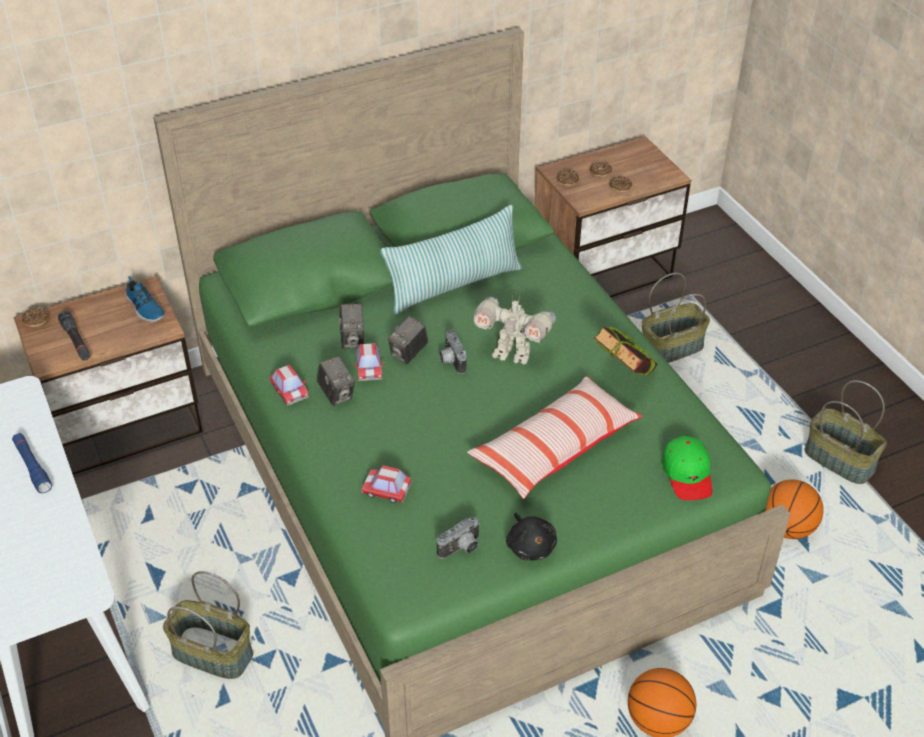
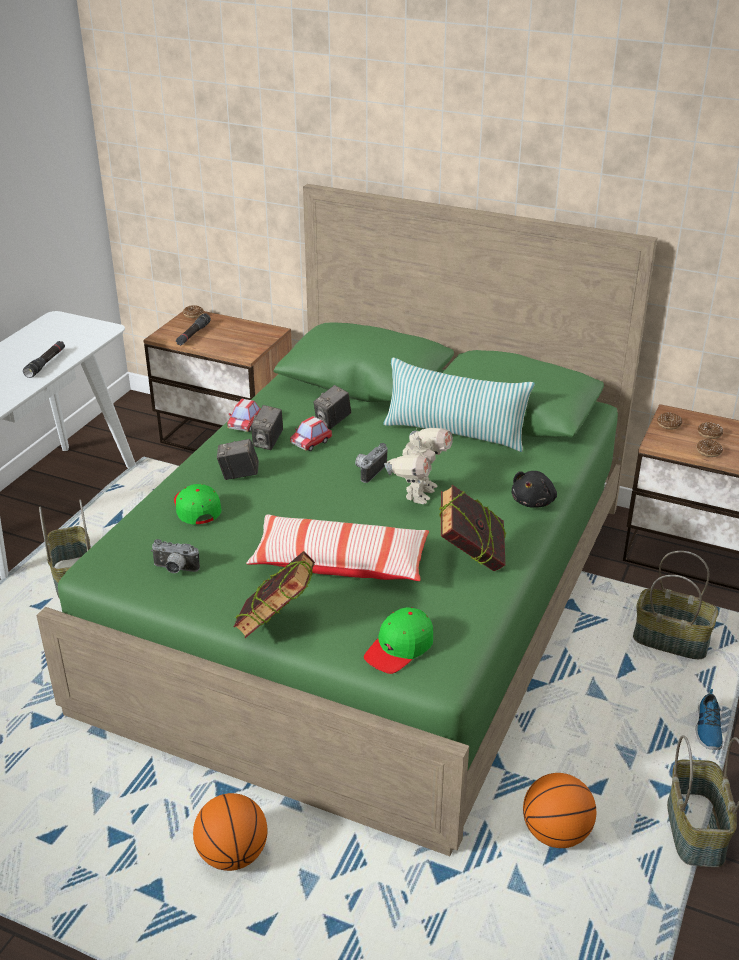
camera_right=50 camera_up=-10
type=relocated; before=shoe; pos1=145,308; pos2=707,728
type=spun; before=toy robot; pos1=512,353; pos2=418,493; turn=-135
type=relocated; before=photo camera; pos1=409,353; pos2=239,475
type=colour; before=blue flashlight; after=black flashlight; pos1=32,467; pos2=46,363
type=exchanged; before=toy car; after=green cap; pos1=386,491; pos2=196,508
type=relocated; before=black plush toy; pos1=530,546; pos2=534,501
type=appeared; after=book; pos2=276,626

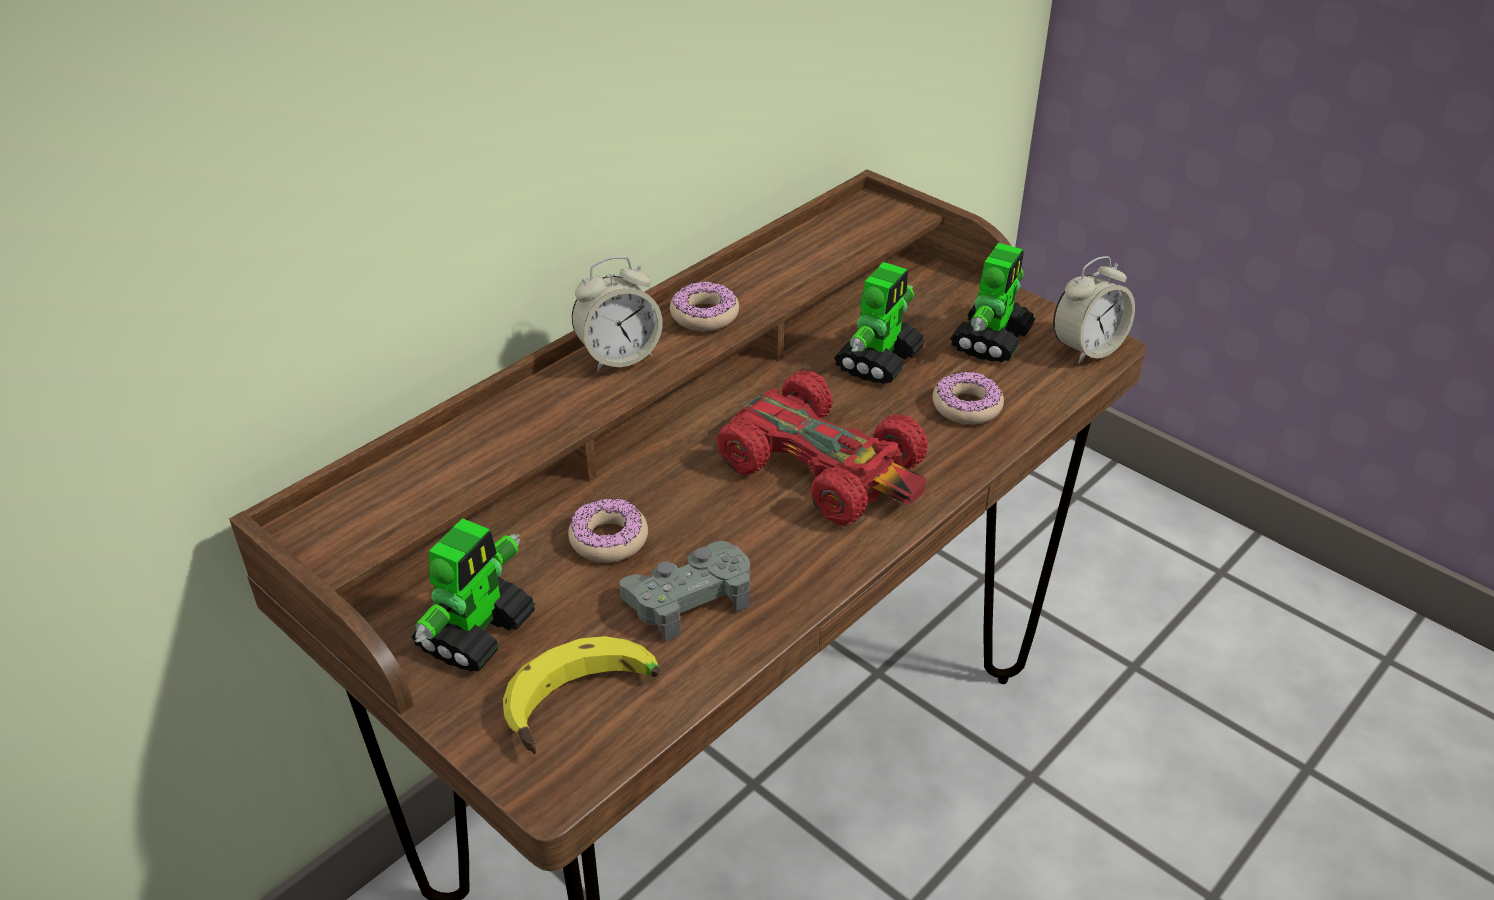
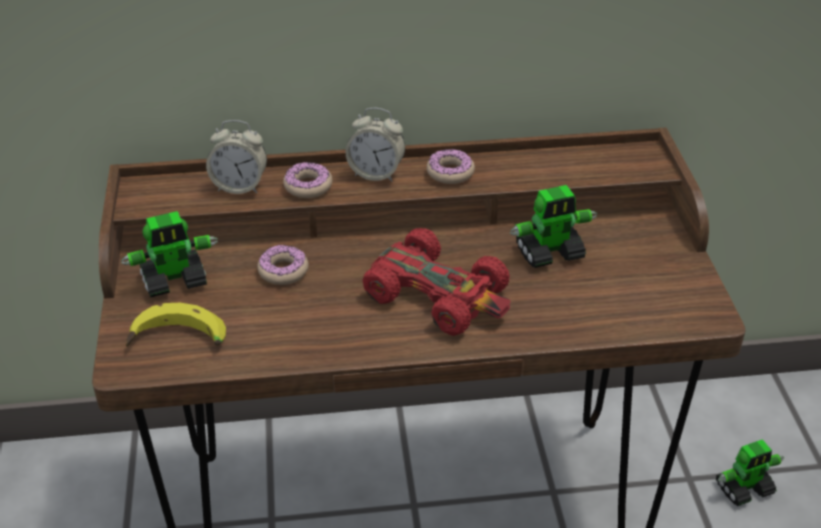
camera_right=40 camera_up=0
type=relocated; before=toy robot; pos1=991,339; pos2=745,488
type=relocated; before=alarm clock; pos1=1087,349; pos2=240,186
type=spun; before=red toy car; pos1=825,466; pos2=438,295; turn=-45
type=relocated; before=donut; pos1=967,406; pos2=308,186
type=missing; before=grey game controller; pos1=689,598

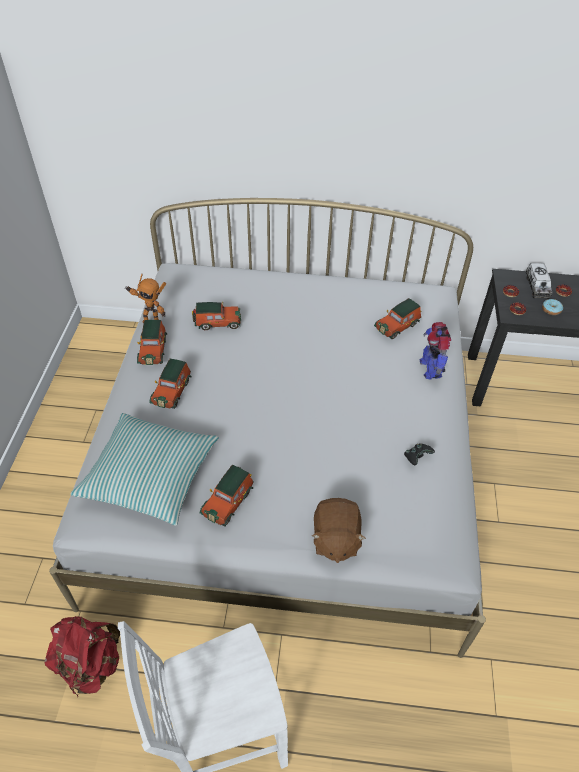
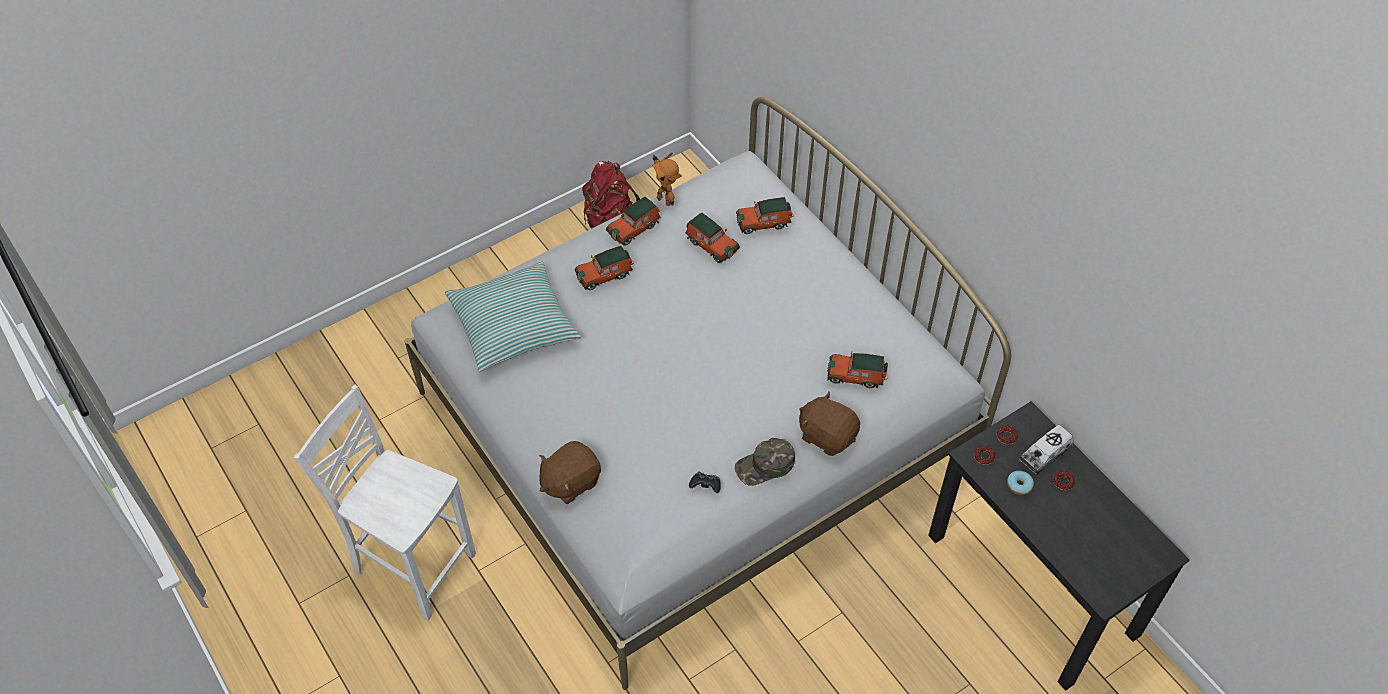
camera_right=50 camera_up=5
type=exchanged; before=toy robot; after=brown plush toy; pos1=431,368; pos2=827,435
type=relocated; before=toy car; pos1=229,501; pos2=764,222
type=relocated; before=red backpack; pos1=90,664; pos2=610,219
type=appeared; after=green cap; pos2=765,466

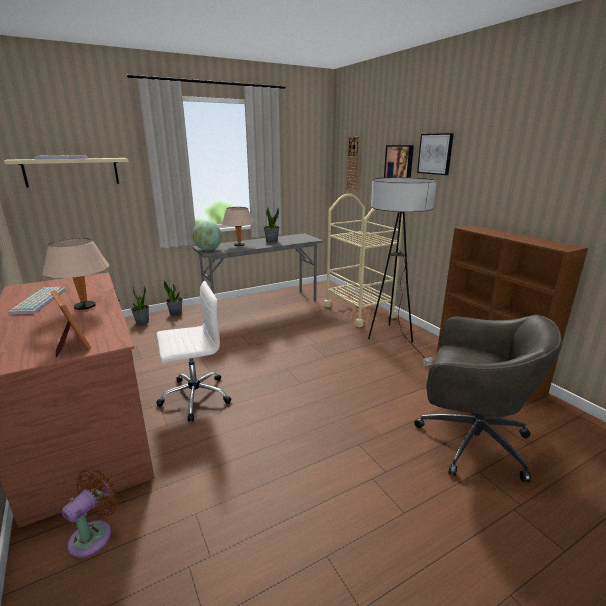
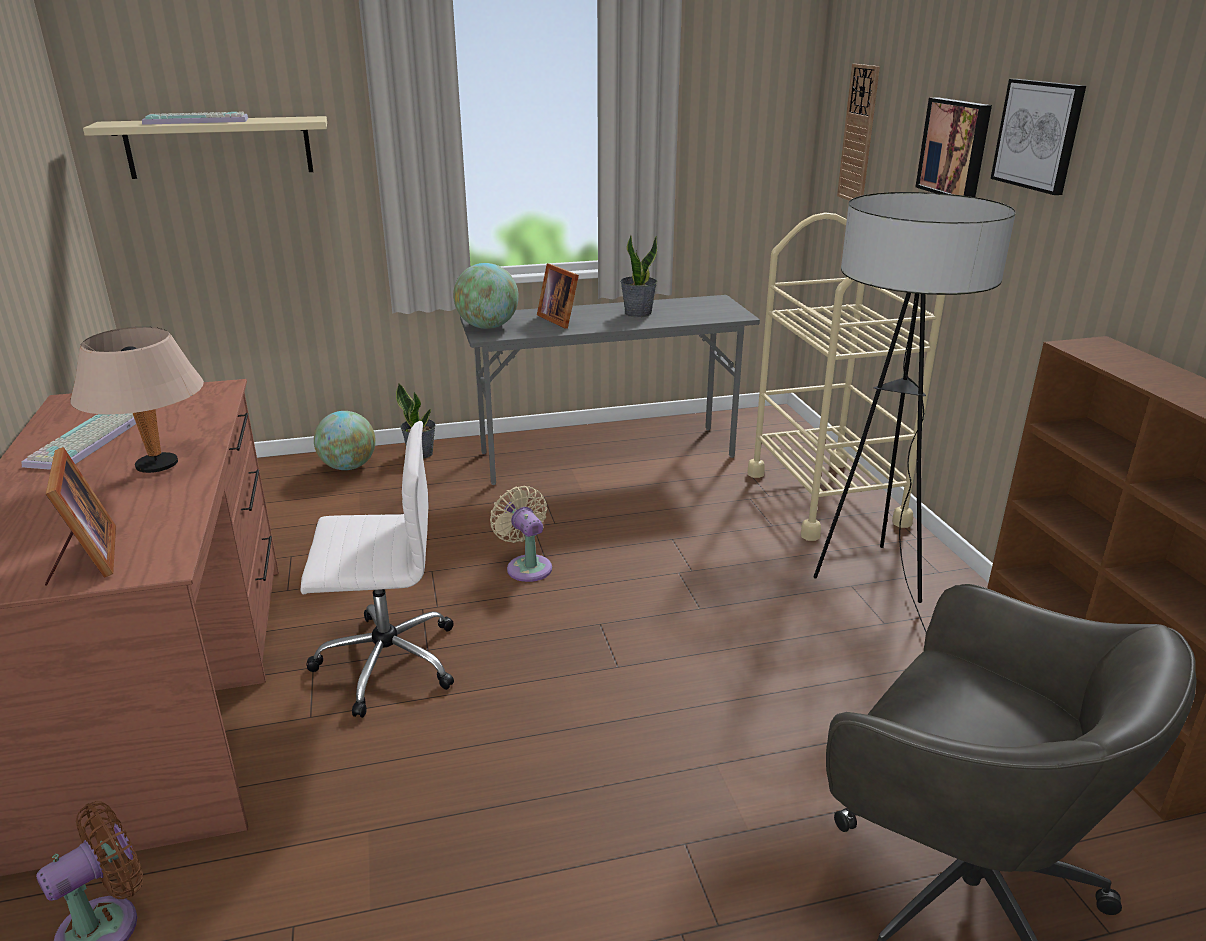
camera_right=15 camera_up=5
type=exchanged; before=beige table lamp; after=picture frame; pos1=239,245; pos2=560,319
type=exchanged; before=potted plant; after=globe; pos1=142,322; pos2=348,467
type=appeared; after=beige fan; pos2=527,566

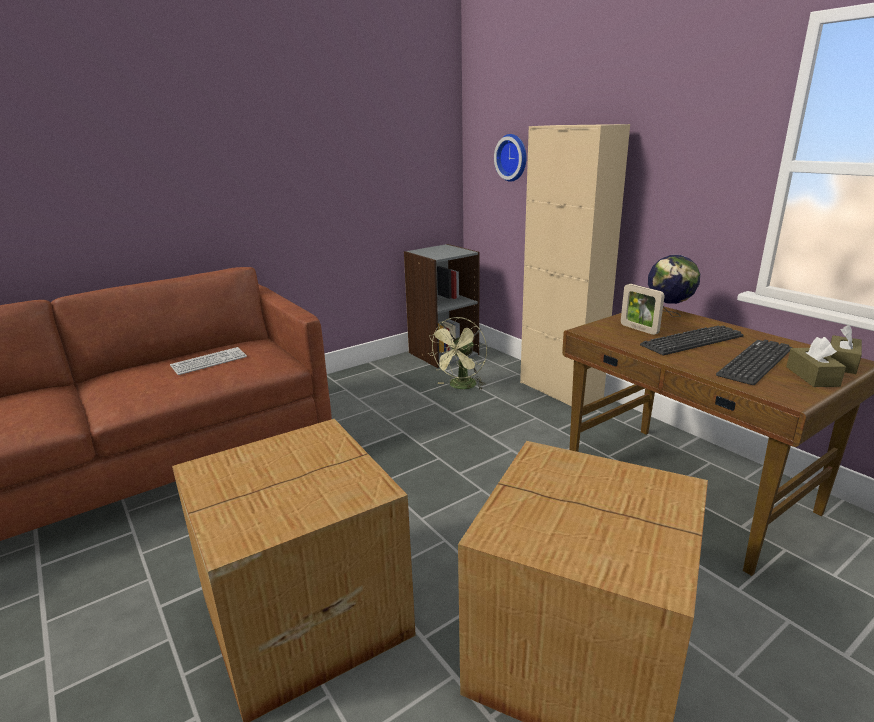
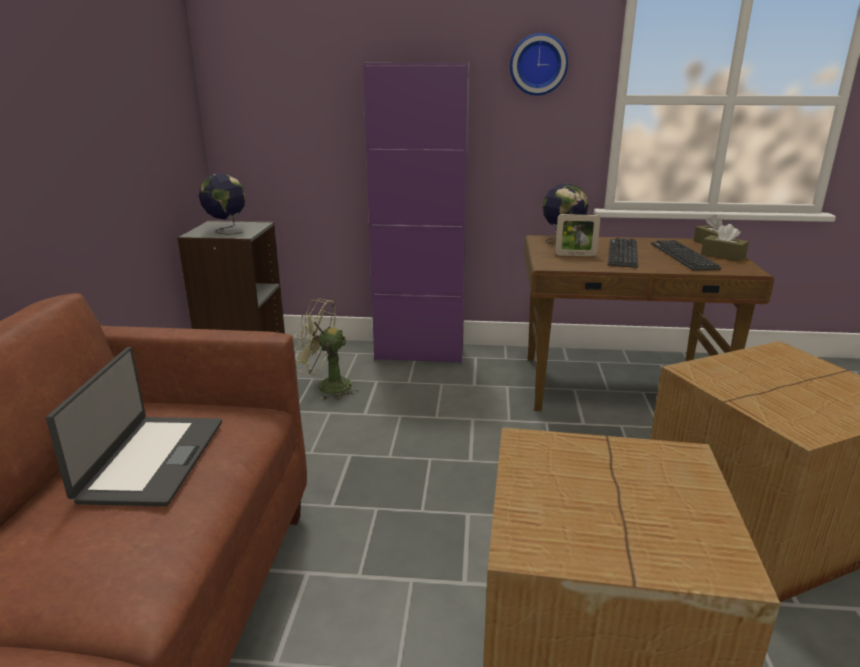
camera_right=-50 camera_up=0
type=colour; before=beige cabinet; after=purple cabinet; pos1=560,391; pos2=419,353
type=relocated; before=wall clock; pos1=513,157; pos2=538,64
type=spun; before=green fan; pos1=461,387; pos2=326,386; turn=120
type=exchanged; before=keyboard; after=laptop; pos1=209,362; pos2=151,459
type=appeared; after=globe; pos2=226,230

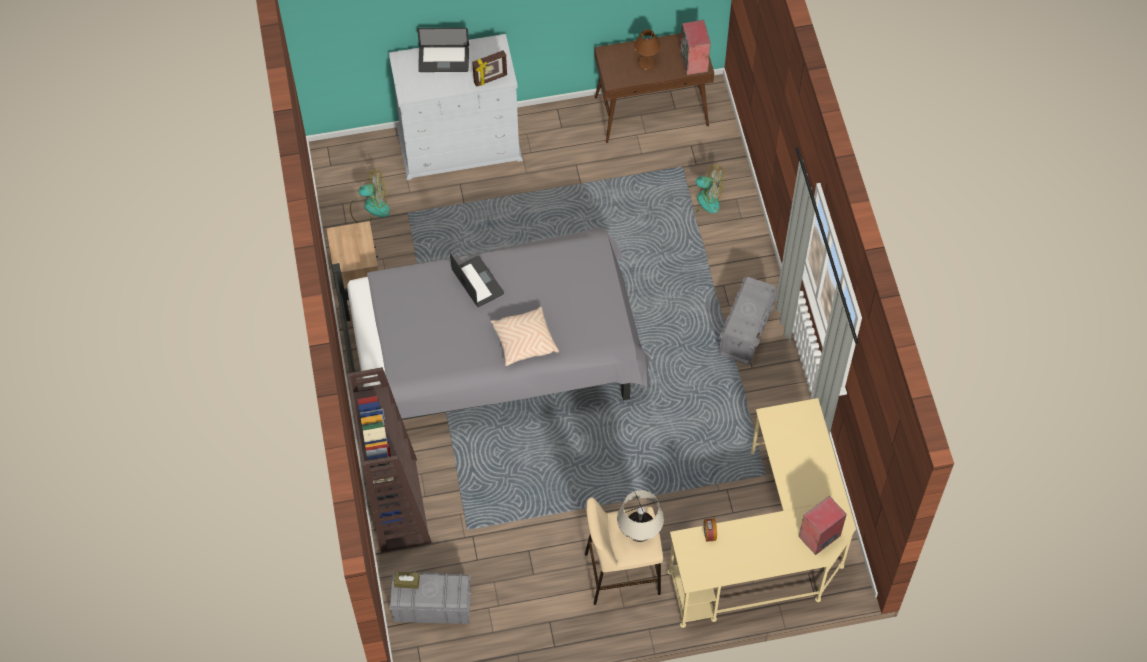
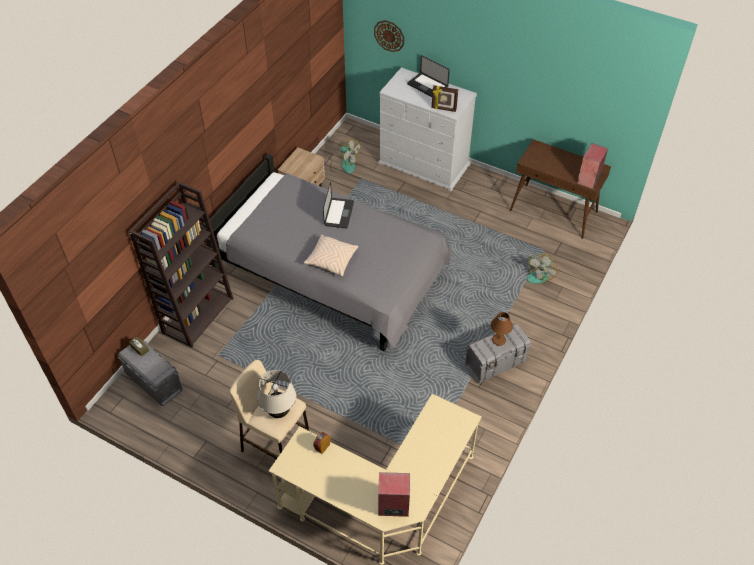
camera_right=40 camera_up=-10
type=relocated; before=brown table lamp; pos1=646,63; pos2=499,340
type=spun; before=fan; pos1=702,199; pos2=539,274; turn=60
type=appeared; after=wall clock; pos2=389,35

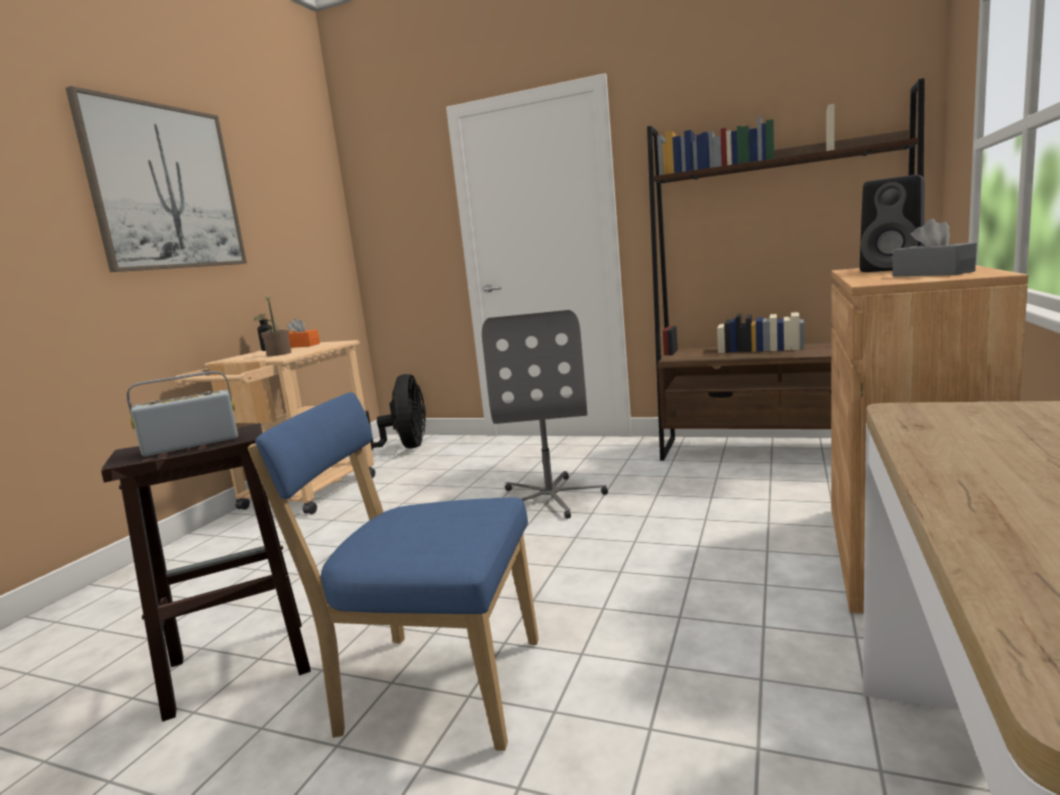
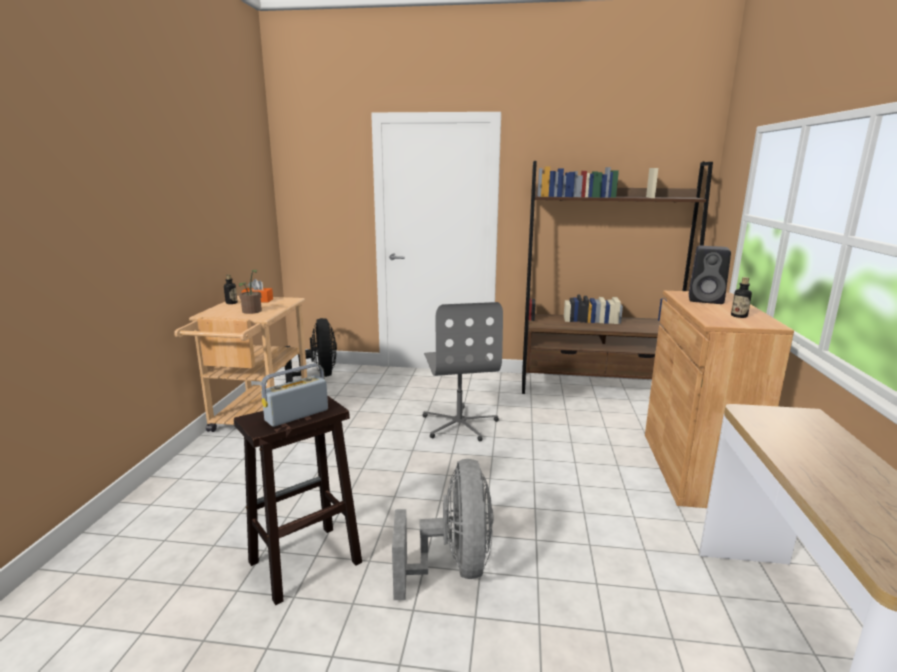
camera_right=-15 camera_up=5
type=missing; before=picture; pos1=165,188
type=exchanged; before=grey tissue box; after=bottle; pos1=932,274; pos2=739,316
type=exchanged; before=blue chair; after=grey fan; pos1=433,686; pos2=453,567

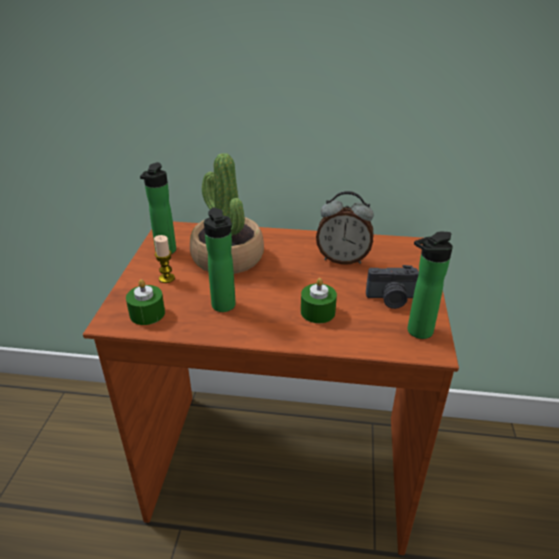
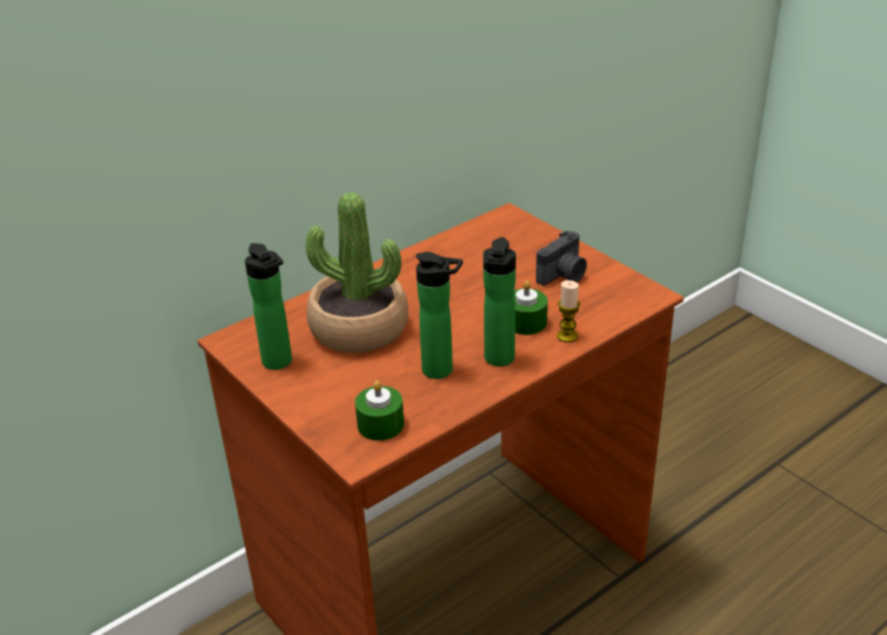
camera_right=-45 camera_up=0
type=missing; before=alarm clock; pos1=343,259
type=relocated; before=bottle; pos1=416,332; pos2=498,361
type=relocated; before=candle; pos1=166,278; pos2=567,336

